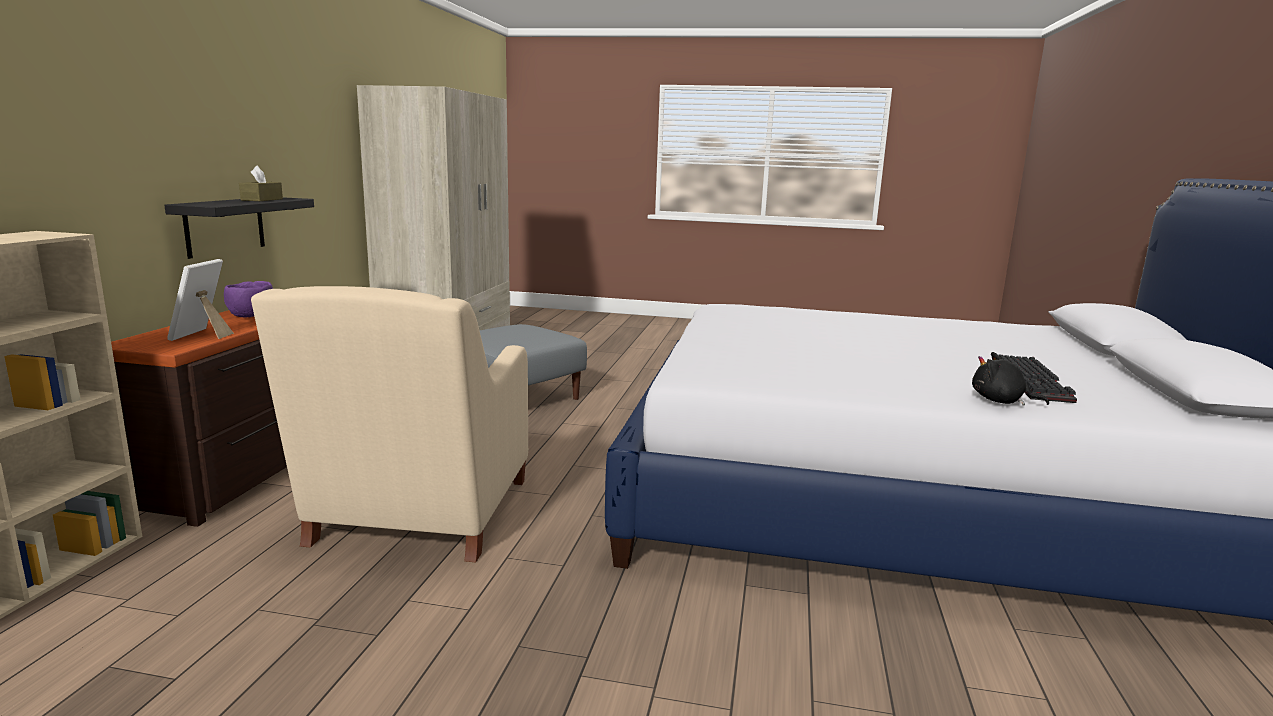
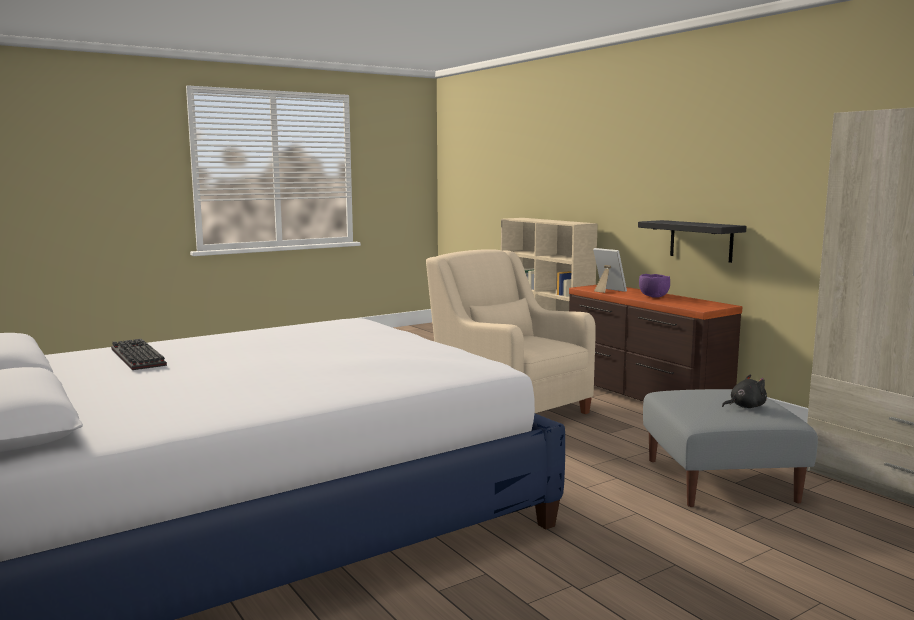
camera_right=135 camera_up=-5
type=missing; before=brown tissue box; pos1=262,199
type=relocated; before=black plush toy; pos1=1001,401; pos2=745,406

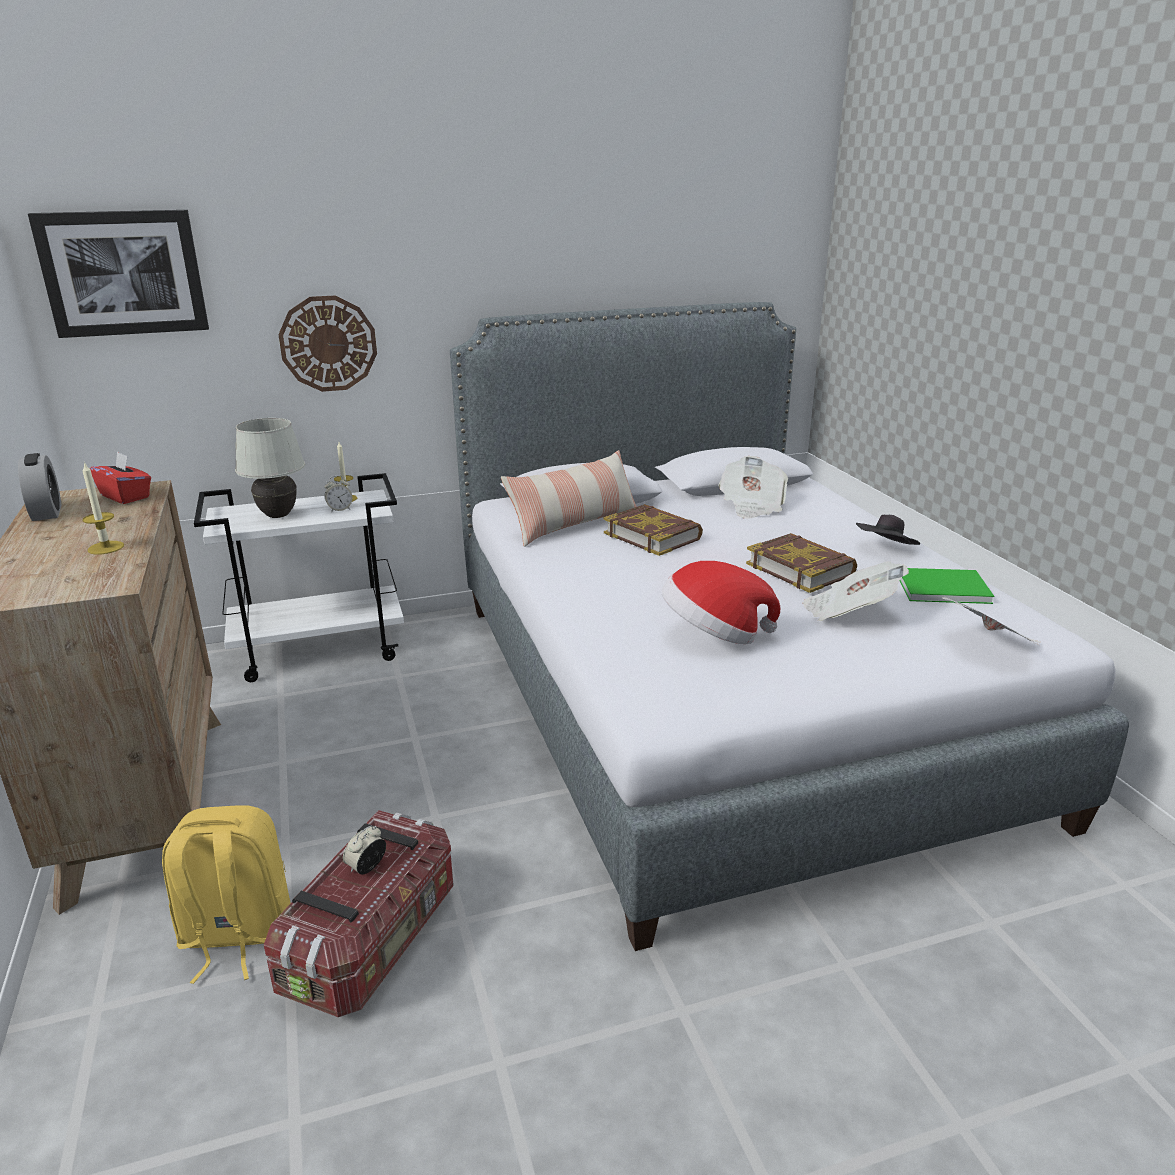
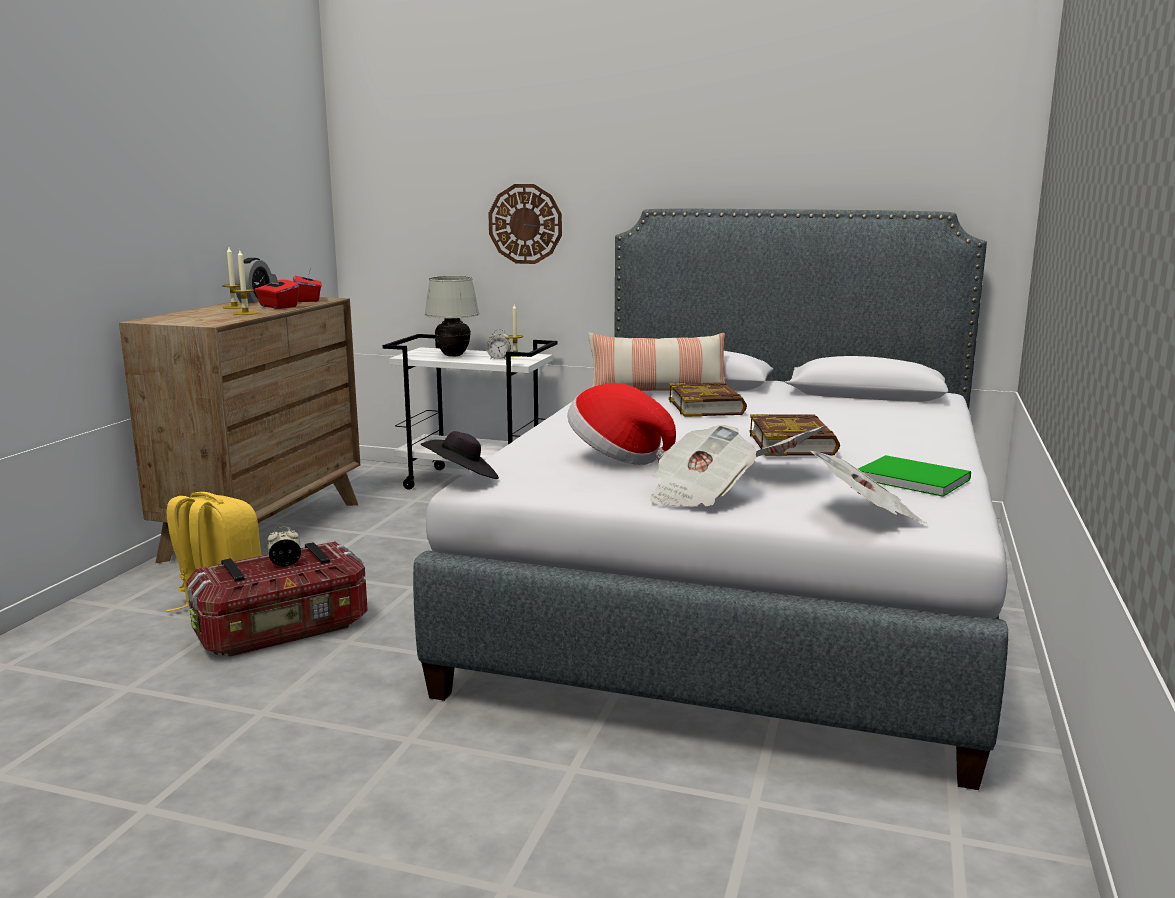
camera_right=35 camera_up=-10
type=missing; before=picture; pos1=123,273
type=relocated; before=newspaper; pos1=751,506; pos2=697,495
type=relocated; before=black hat; pos1=885,550; pos2=462,478
type=appeared; after=candle; pos2=234,307
type=appeared; after=red tissue box; pos2=277,307

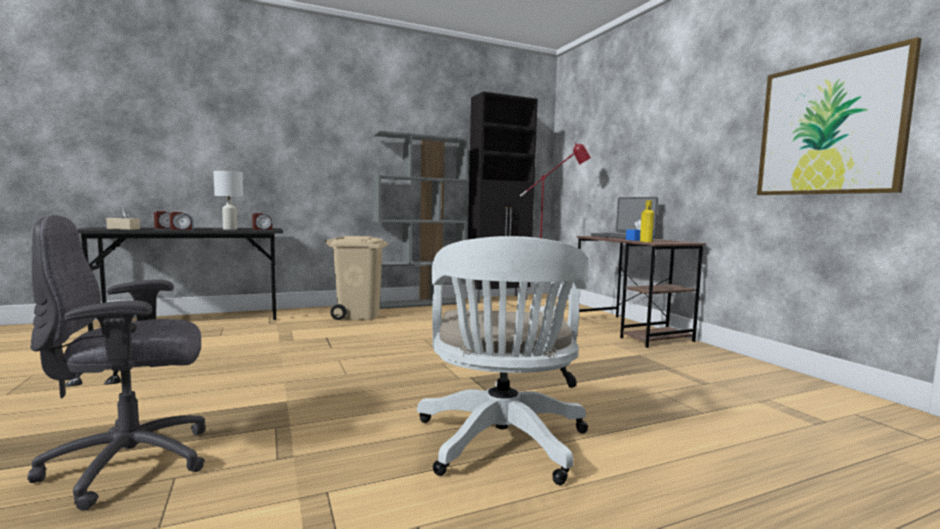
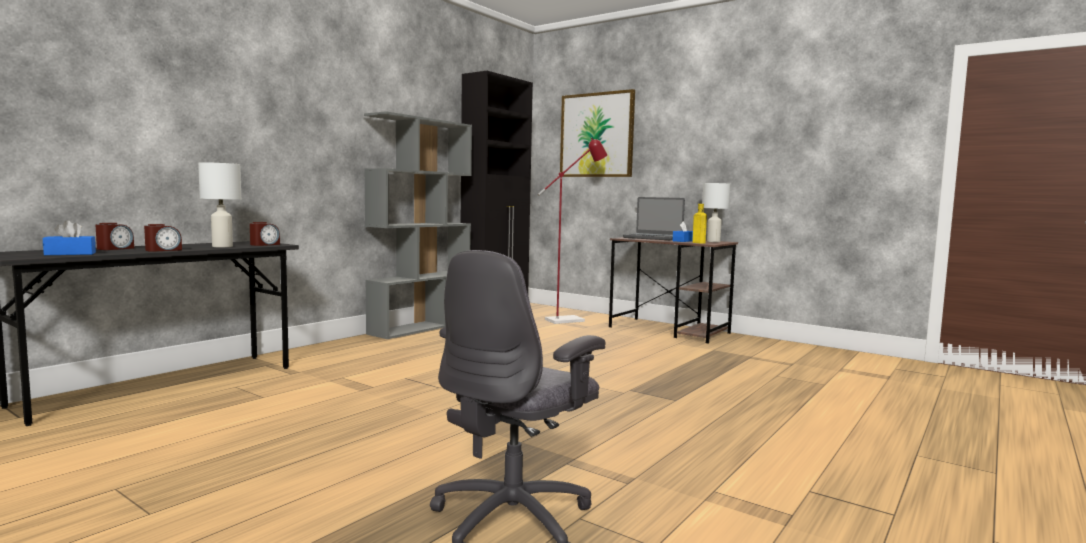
camera_right=-30 camera_up=0
type=relocated; before=picture; pos1=829,127; pos2=596,135
type=colour; before=beige tissue box; after=blue tissue box; pos1=123,229; pos2=70,254
type=missing; before=beige trash can; pos1=359,315
type=missing; before=white office chair; pos1=501,445
type=appeared; after=white table lamp; pos2=713,241

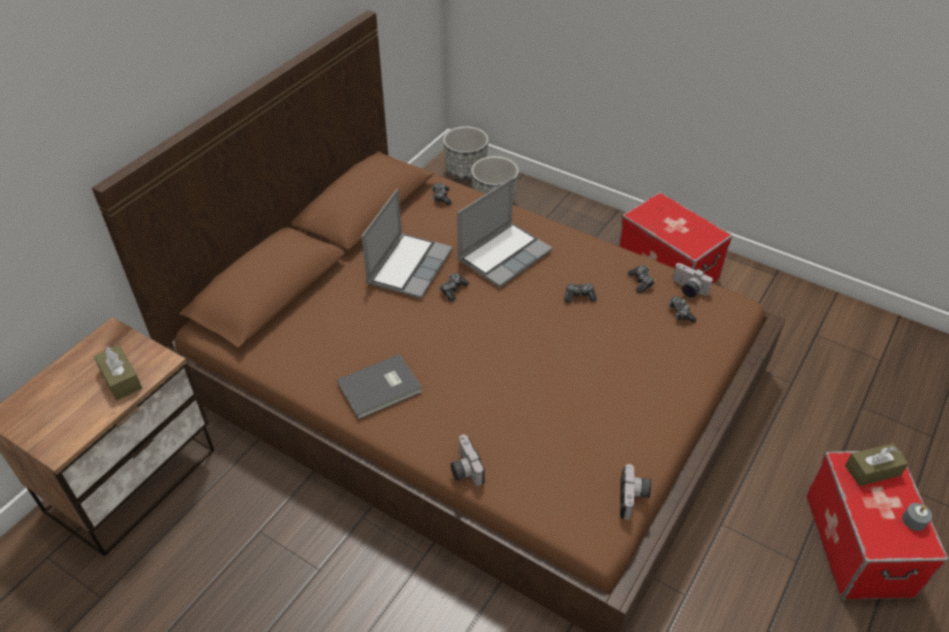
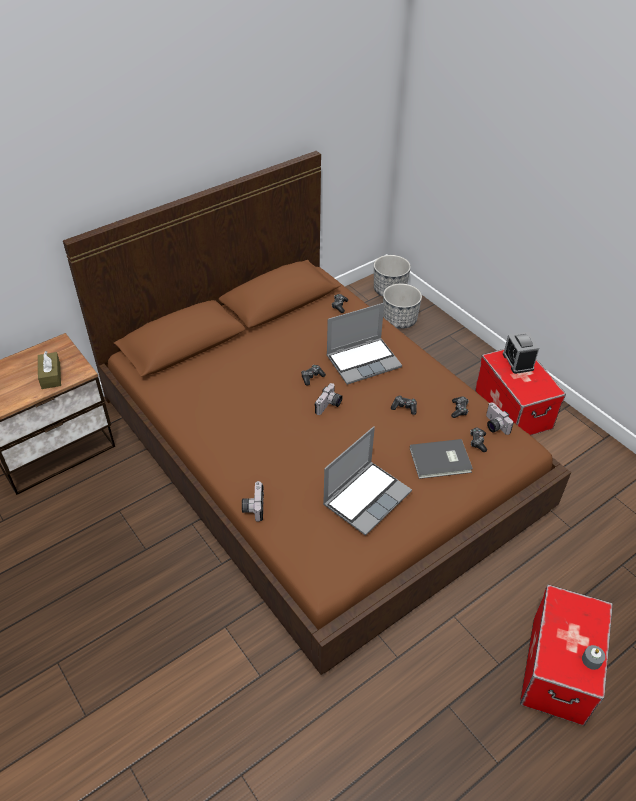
camera_right=20 camera_up=0
type=relocated; before=laptop; pos1=409,266; pos2=366,497
type=relocated; before=grey book; pos1=381,388; pos2=441,461
type=missing; before=brown tissue box; pos1=872,470
type=relocated; before=photo camera; pos1=633,499; pos2=329,406
type=appeared; after=alarm clock; pos2=518,361

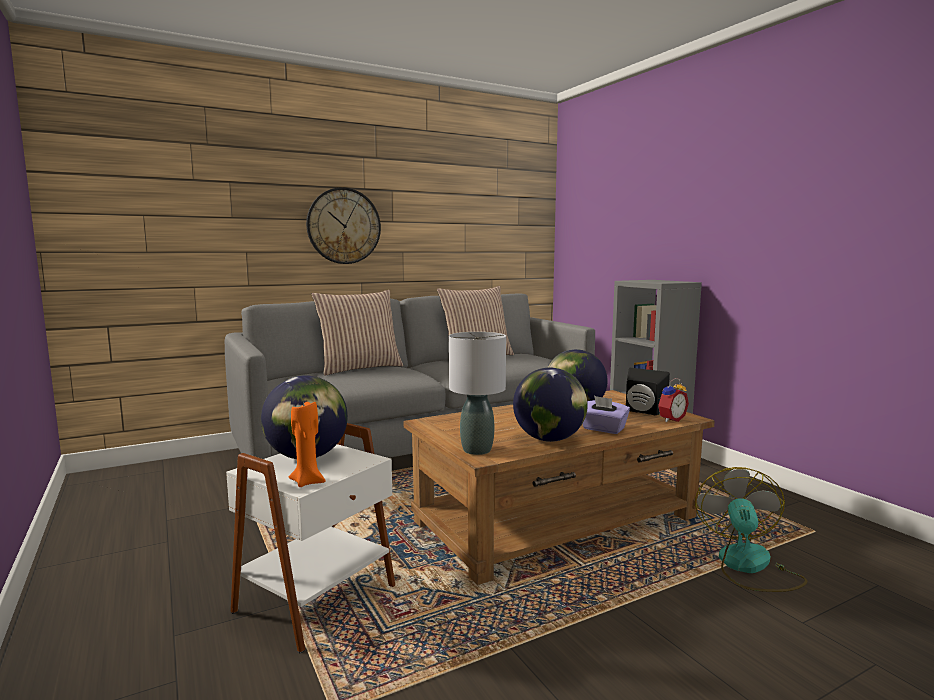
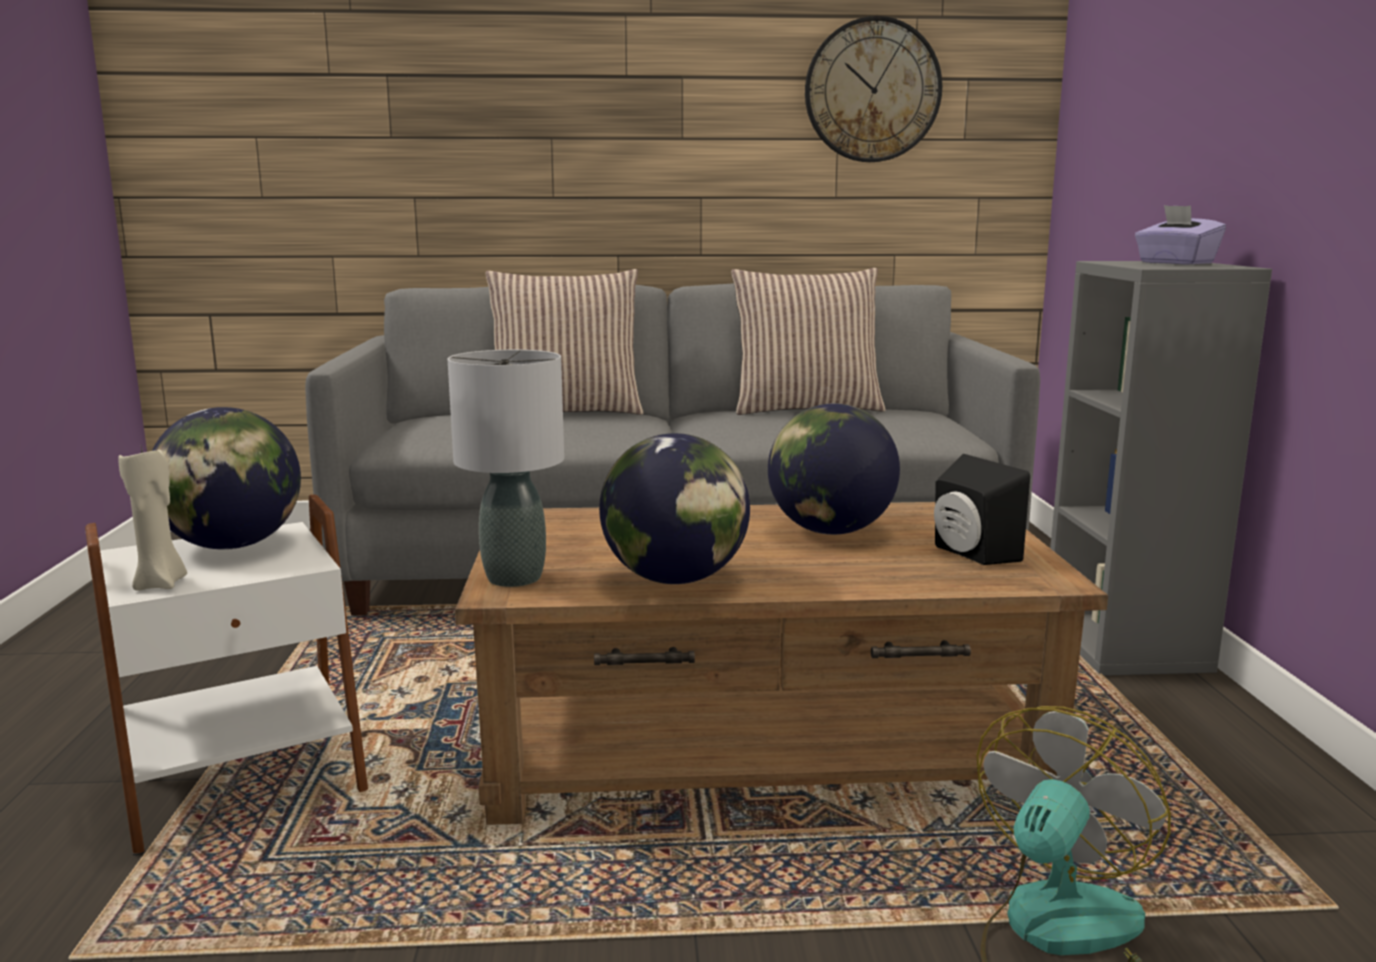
camera_right=25 camera_up=5
type=relocated; before=wall clock; pos1=343,226; pos2=872,90
type=missing; before=alarm clock; pos1=670,419
type=relocated; before=purple tissue box; pos1=603,429; pos2=1175,263
type=colour; before=orange candle; after=beige candle; pos1=308,482; pos2=161,584

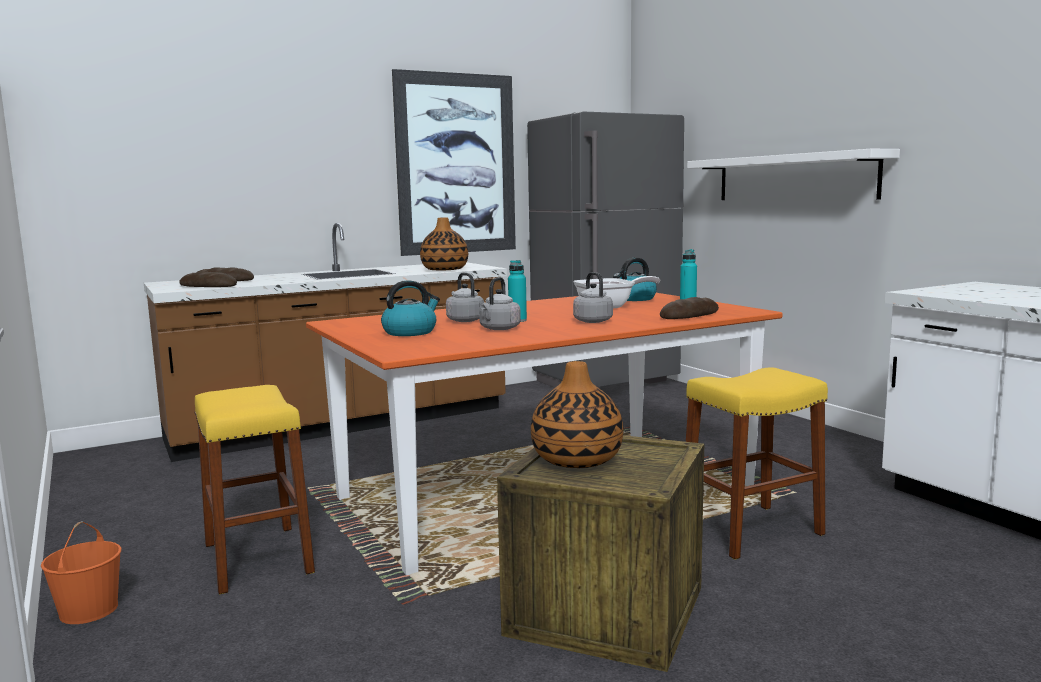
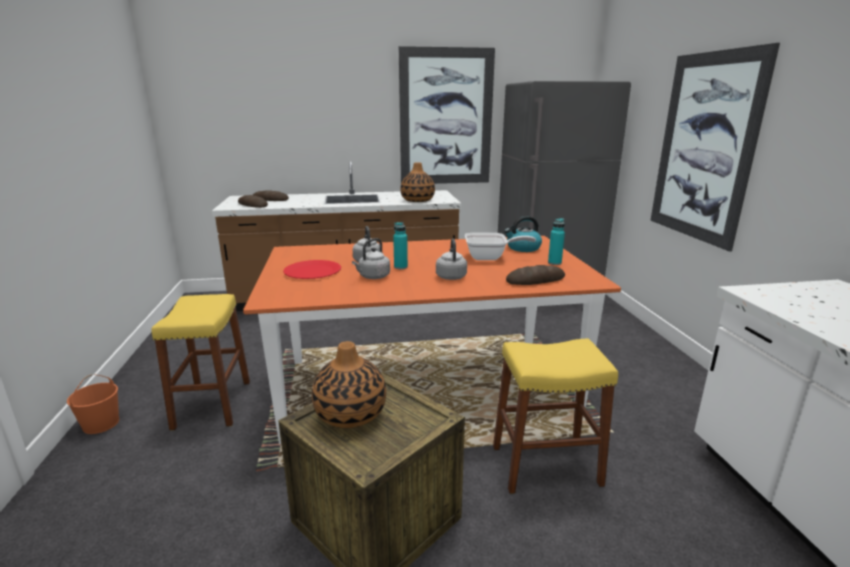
camera_right=20 camera_up=10
type=exchanged; before=white shelf; after=picture; pos1=793,177; pos2=704,148
type=exchanged; before=kettle; after=red plate; pos1=410,332; pos2=312,271

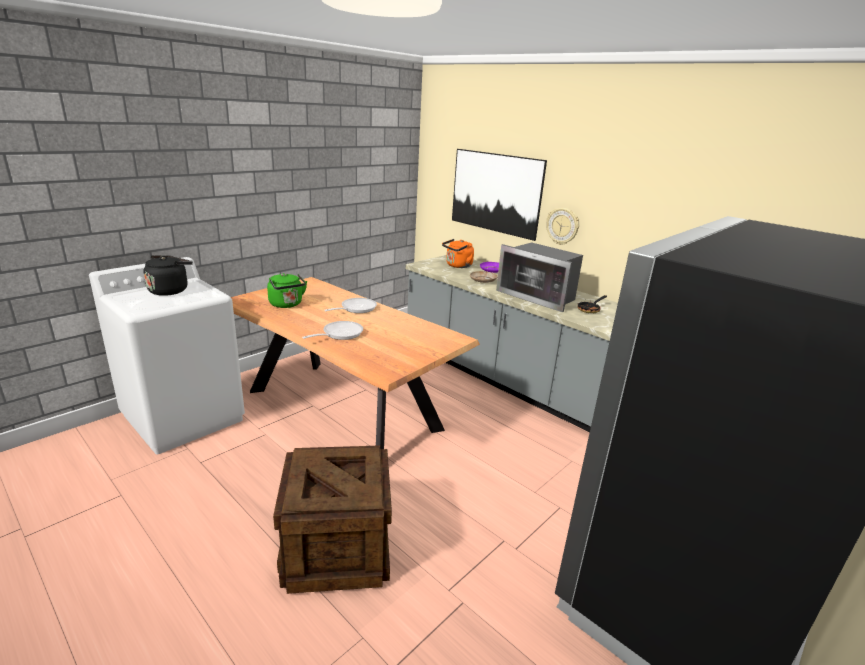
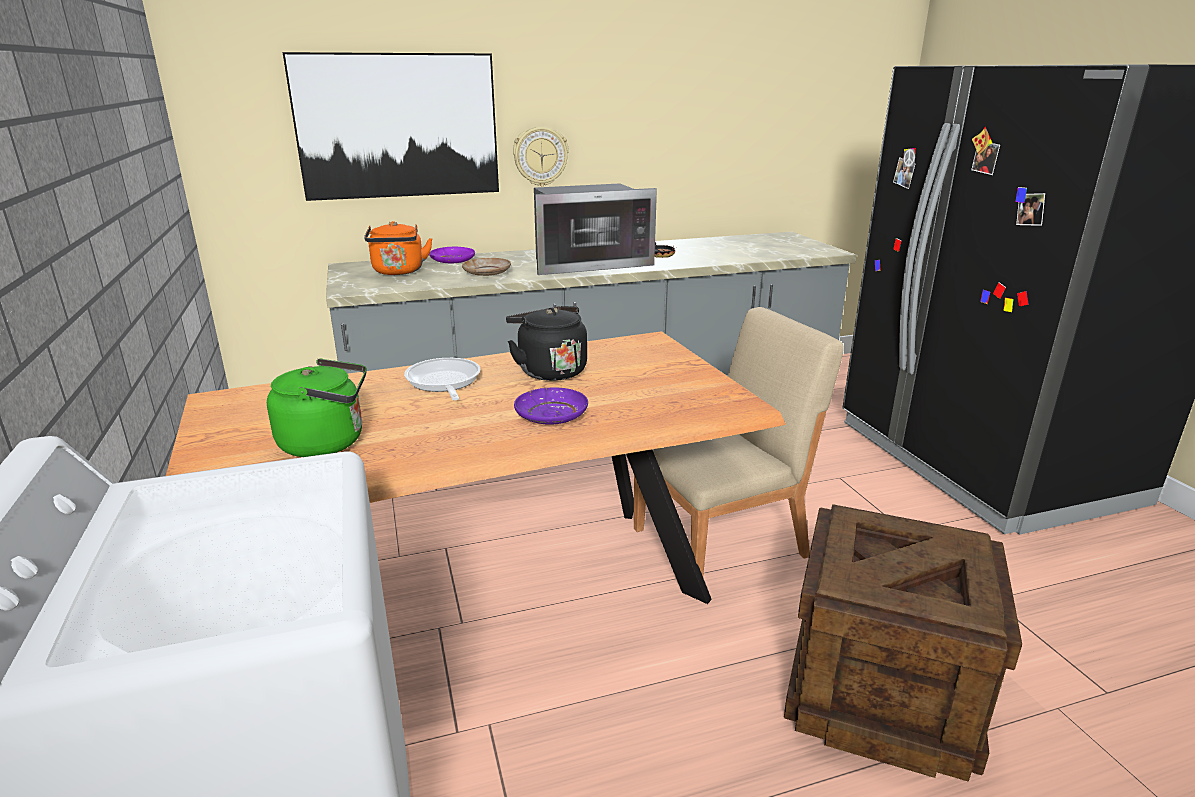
camera_right=-60 camera_up=0
type=relocated; before=black kettle; pos1=170,290; pos2=549,370
type=exchanged; before=frying pan; after=purple plate; pos1=339,334; pos2=551,415
type=appeared; after=beige chair; pos2=722,542

